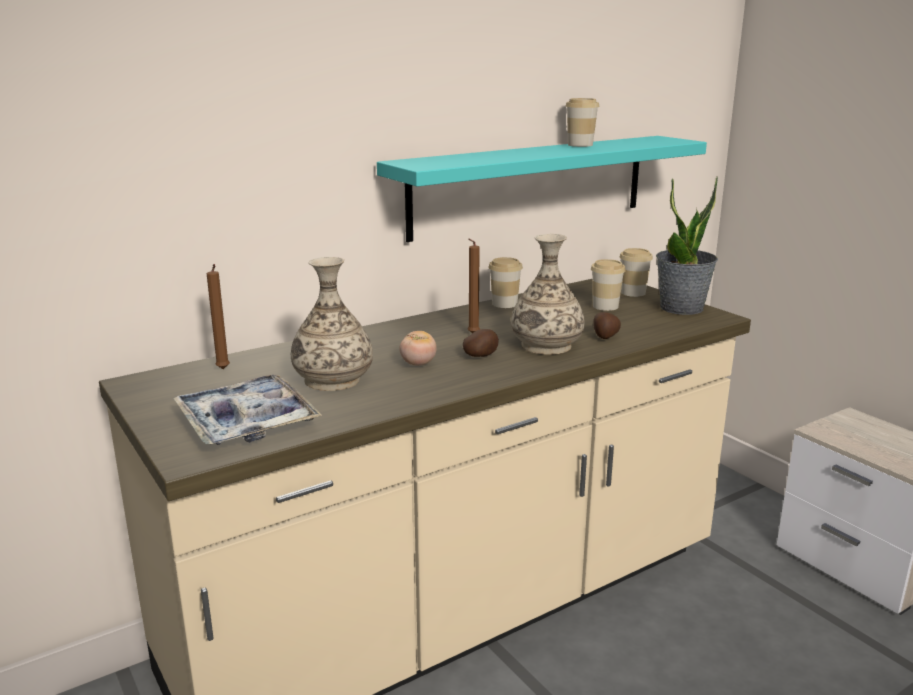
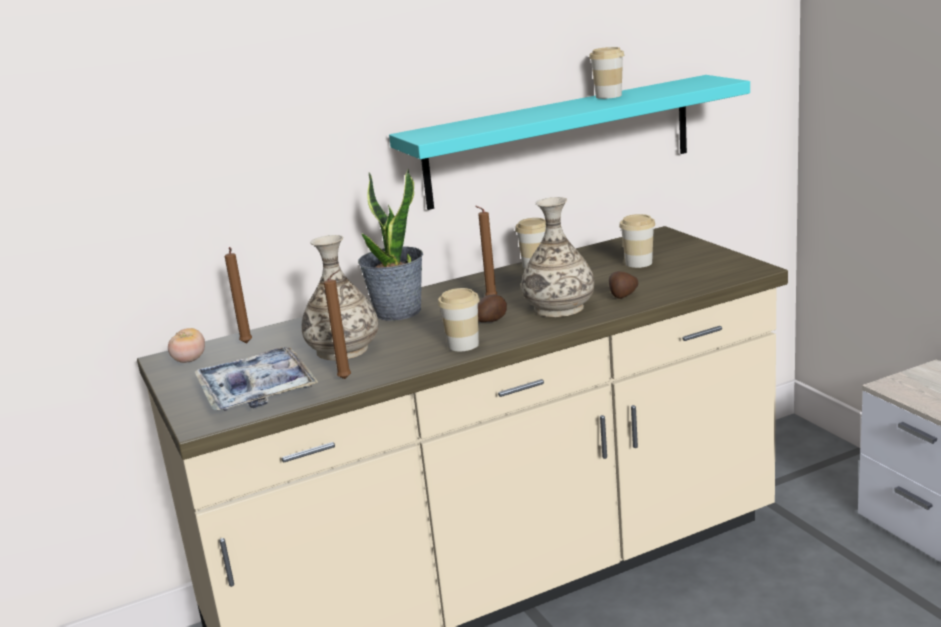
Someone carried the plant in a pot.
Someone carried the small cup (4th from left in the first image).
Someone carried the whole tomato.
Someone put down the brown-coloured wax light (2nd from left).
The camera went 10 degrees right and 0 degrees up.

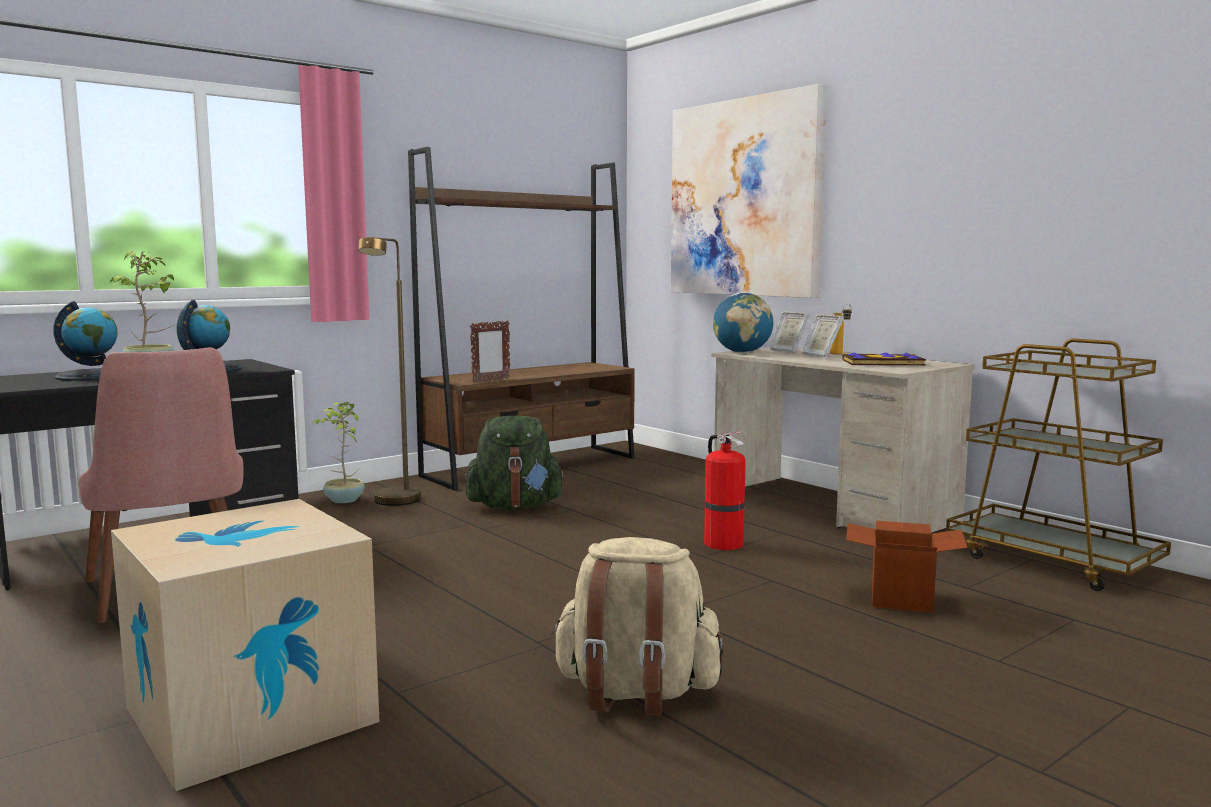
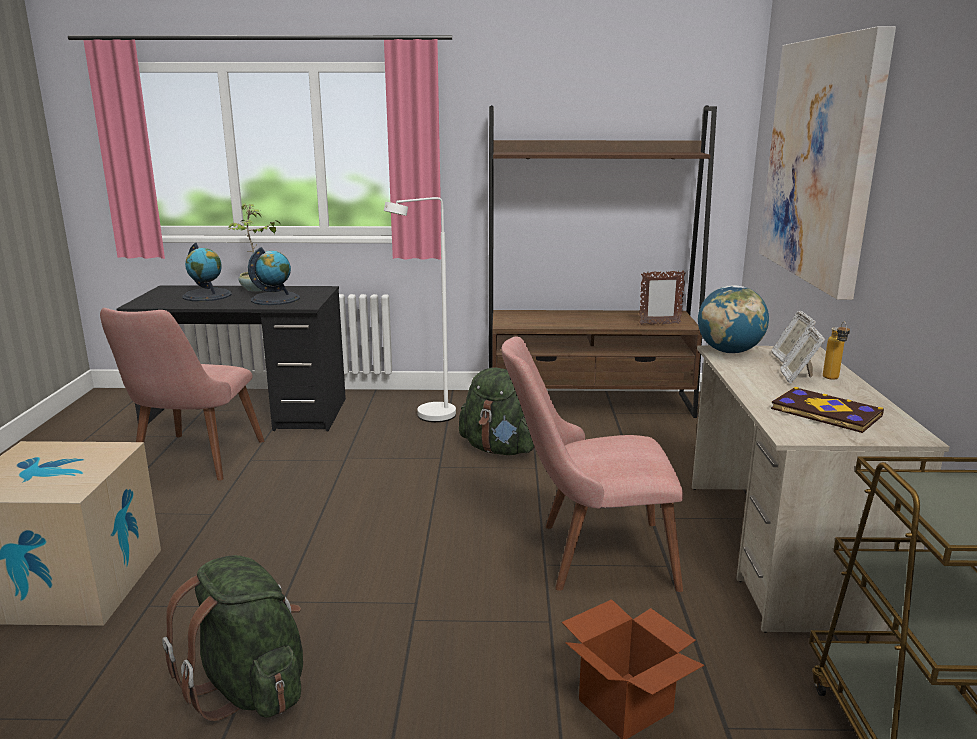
Someone repainted the brown-coloured standing lamp, which became the whitish standing lamp.
Someone carried the photo frame (1st from left).
Someone took away the plant in a pot (2nd from left).
Someone swapped the fire-fighting cylinder for the pinkish plain chair (2nd from left).
Someone repainted the beige-coloured backpack, which became the greenish backpack (1st from left).
The camera went 40 degrees right and 10 degrees up.

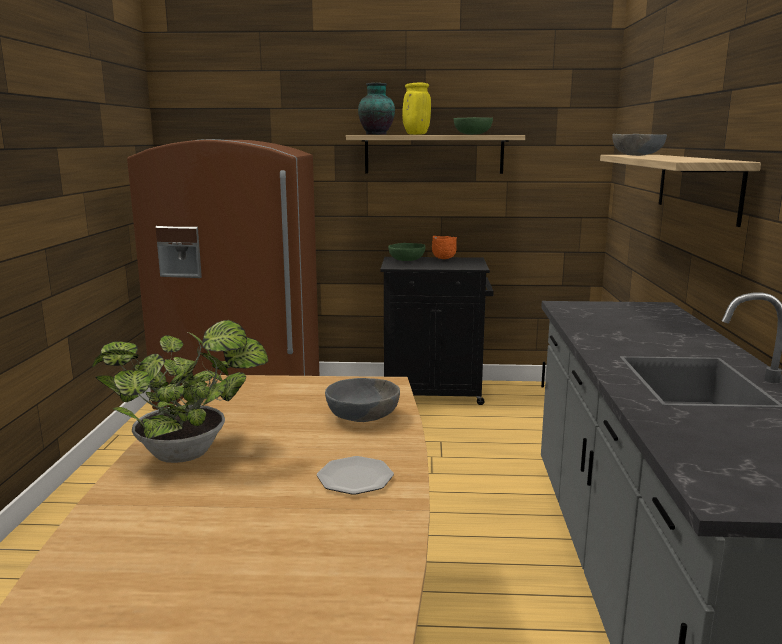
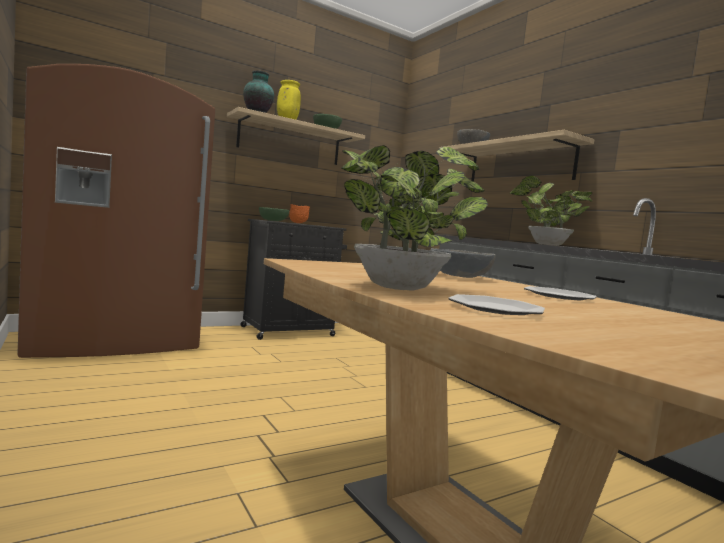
Someone put down the plant in a pot (2nd from left).
Someone put down the dinner plate (1st from left).
The camera went 35 degrees left and 10 degrees down.

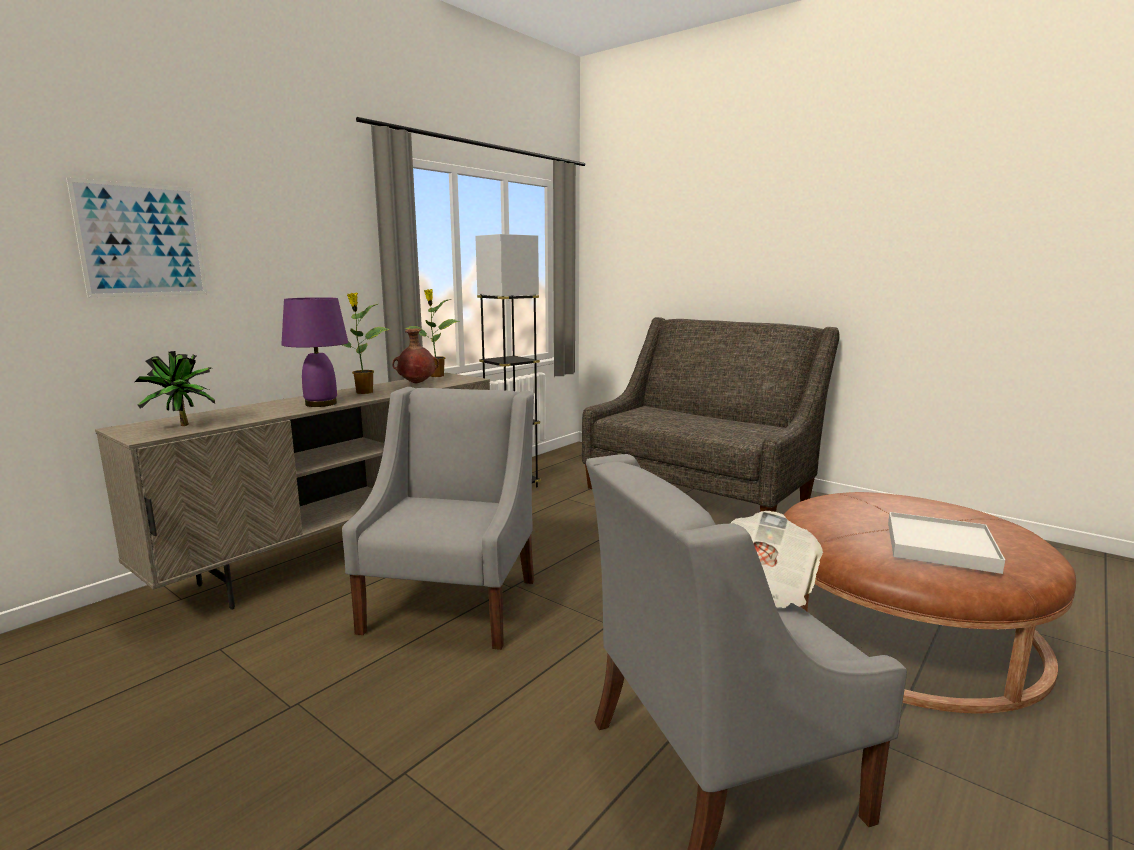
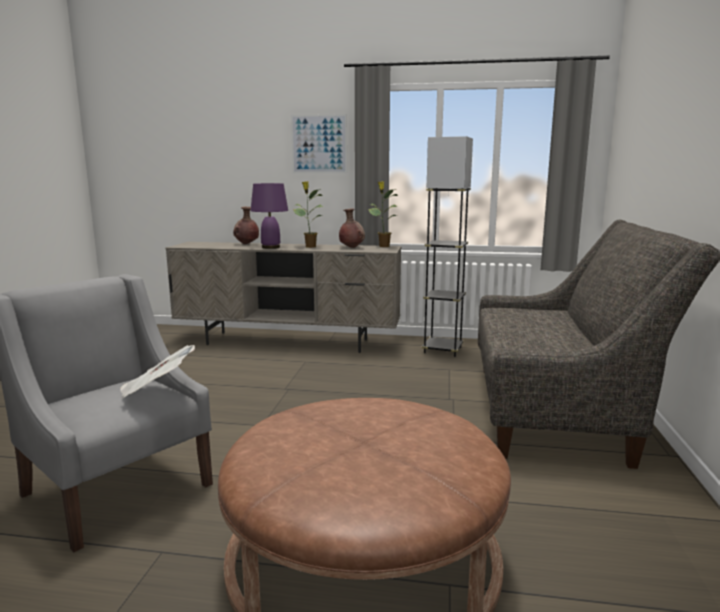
Someone carried the picture.
Someone took away the plant in a pot (1st from left).
Someone took away the gray armchair (1st from left).
Someone took away the whitish carrying tray.
Someone put down the brown-coloured flower vase (1st from left).
The camera went 60 degrees right and 0 degrees up.

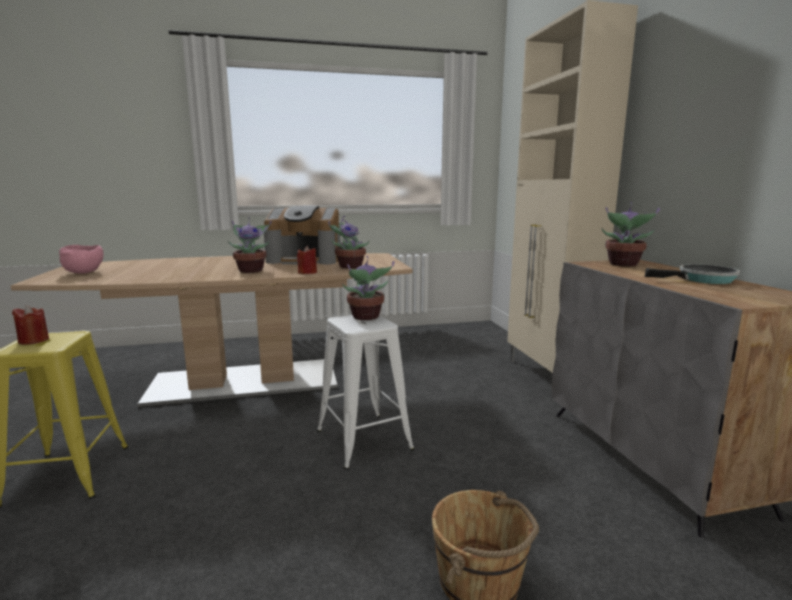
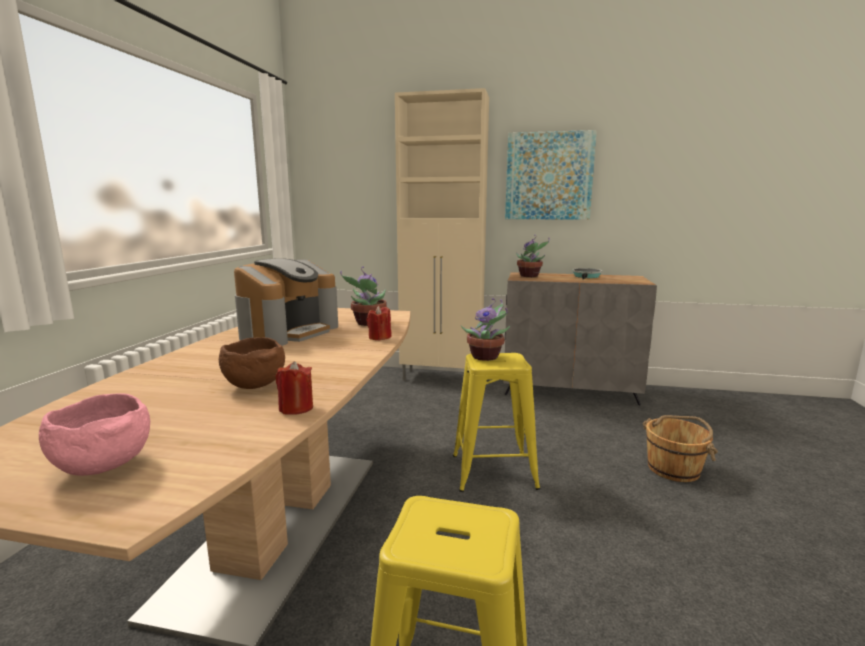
Someone took away the plant in a pot (1st from left).
Someone carried the red-coloured wax light (1st from left).
Someone repainted the whitish stool seat, which became the yellow-coloured stool seat (2nd from left).
Someone put up the picture.
Someone put down the brown-coloured deep dish.
The camera went 65 degrees left and 0 degrees up.

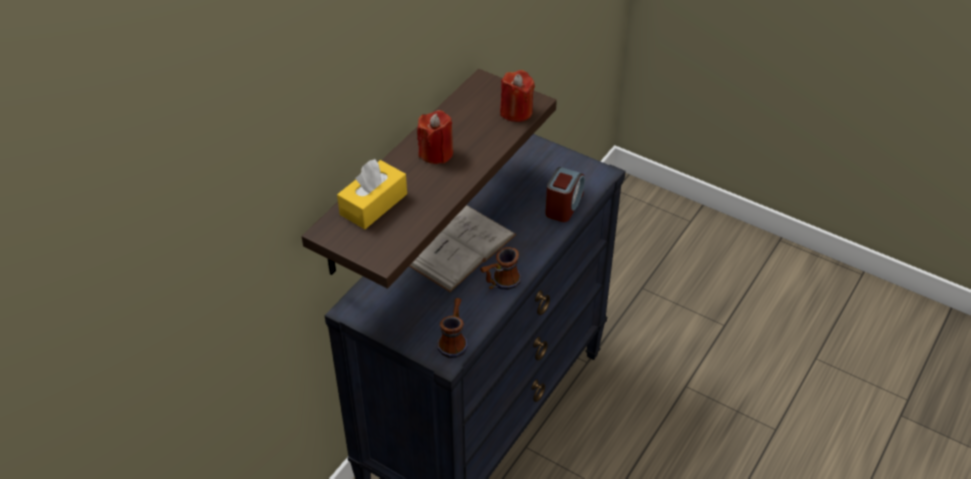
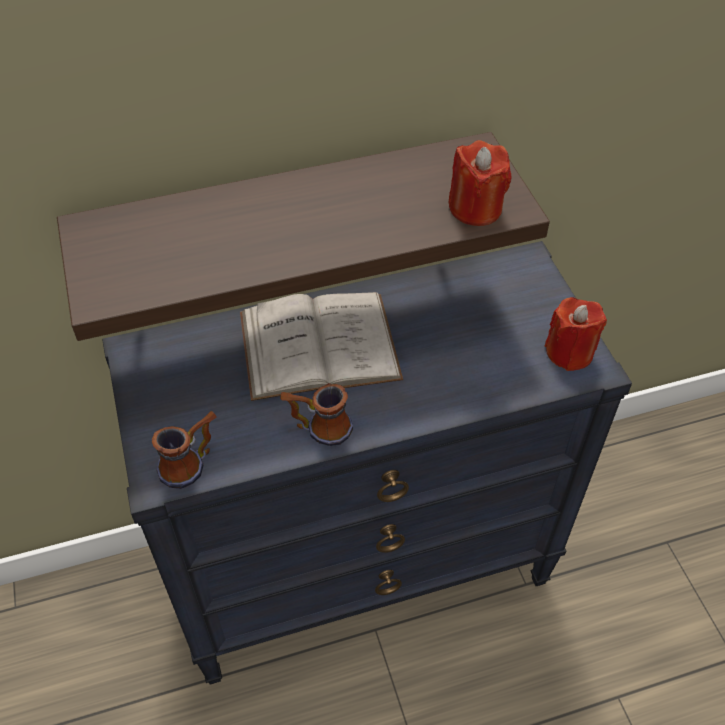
Someone carried the red-coloured wax light (1st from left in the first image).
Someone took away the yellow-coloured tissue holder.
Someone took away the alarm clock.
The camera went 40 degrees right and 5 degrees up.

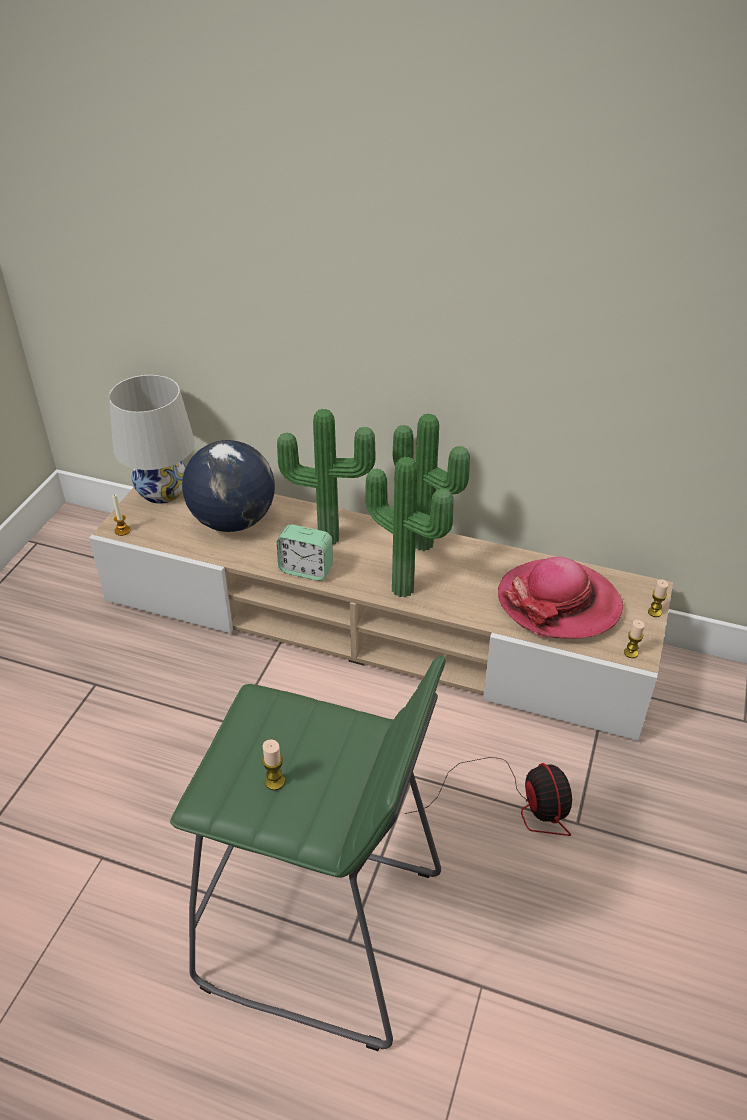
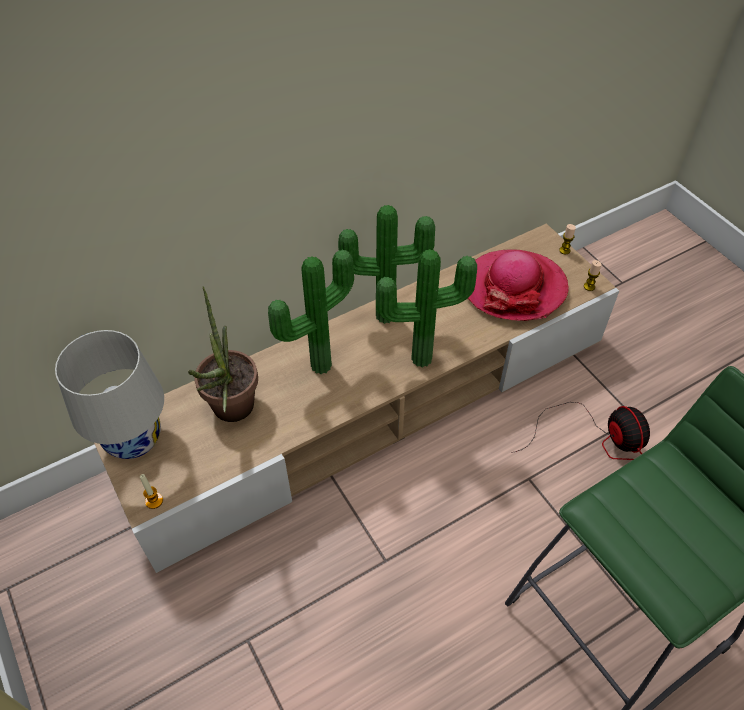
Someone swapped the world globe for the plant in a pot (1st from left).
Someone took away the alarm clock.
Someone took away the wax light (2nd from left).
Someone rotated the cooling fan by 45 degrees clockwise.
The camera went 50 degrees left and 10 degrees up.

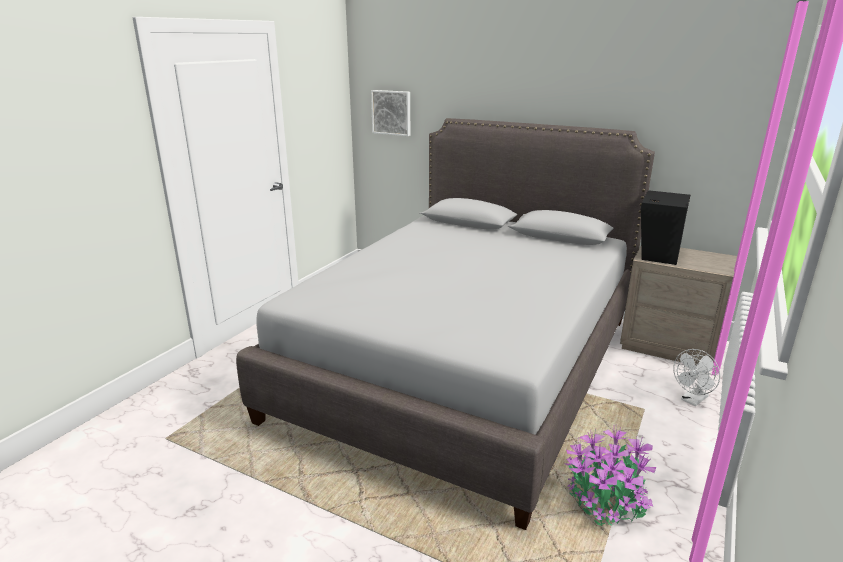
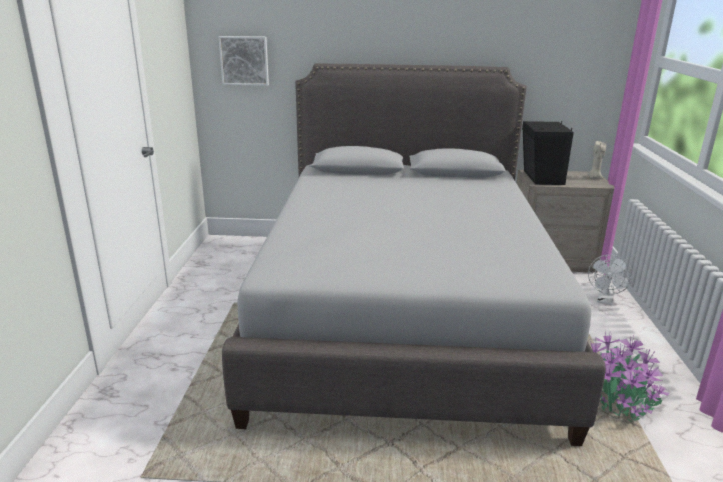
Someone put down the beige-coloured wax light.
The camera went 25 degrees left and 0 degrees up.

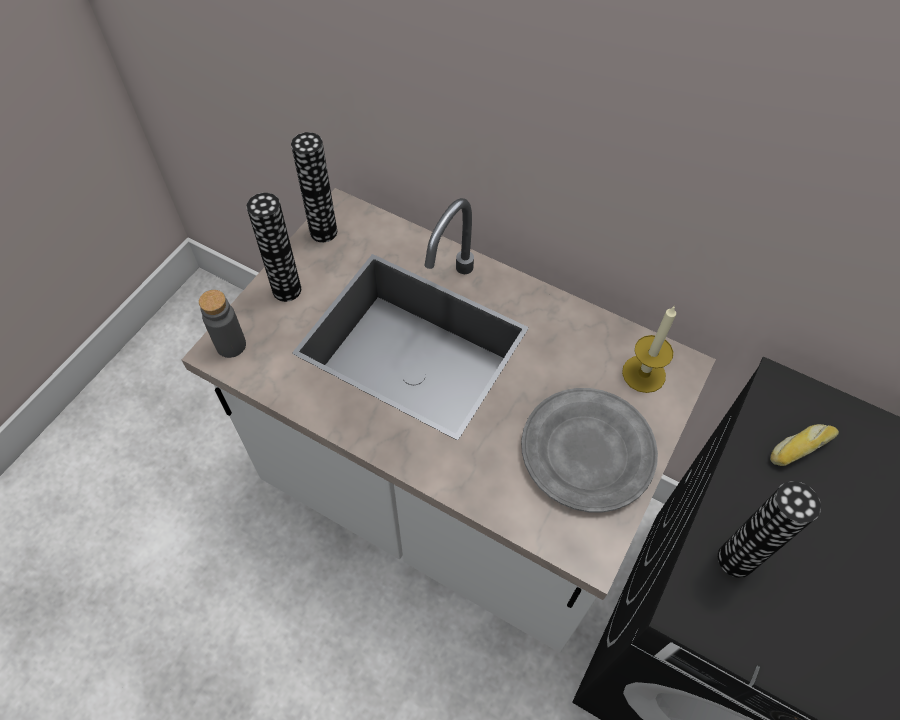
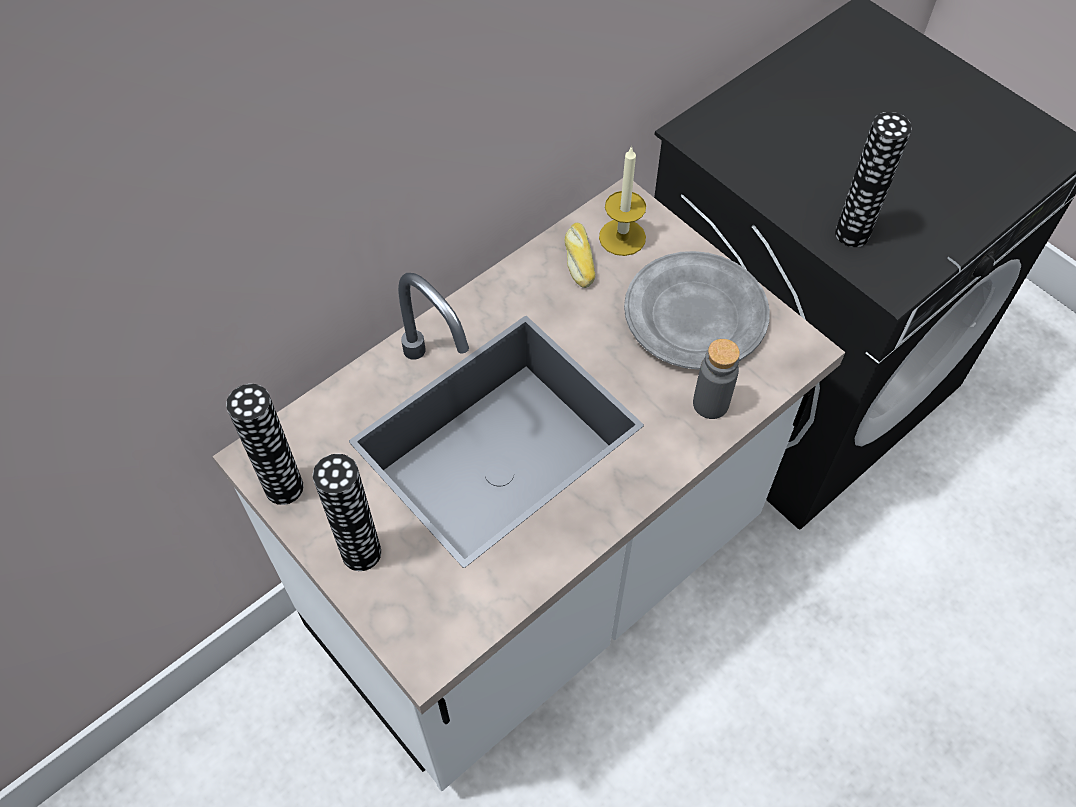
Someone carried the gray drink bottle.
Someone carried the bakery bread.
The camera went 70 degrees left and 0 degrees up.

